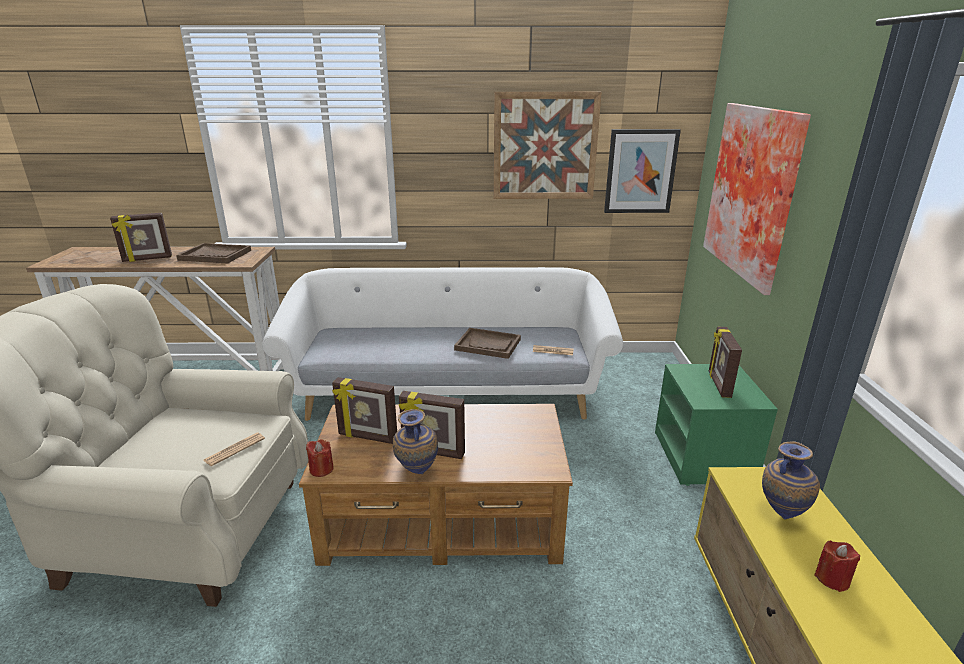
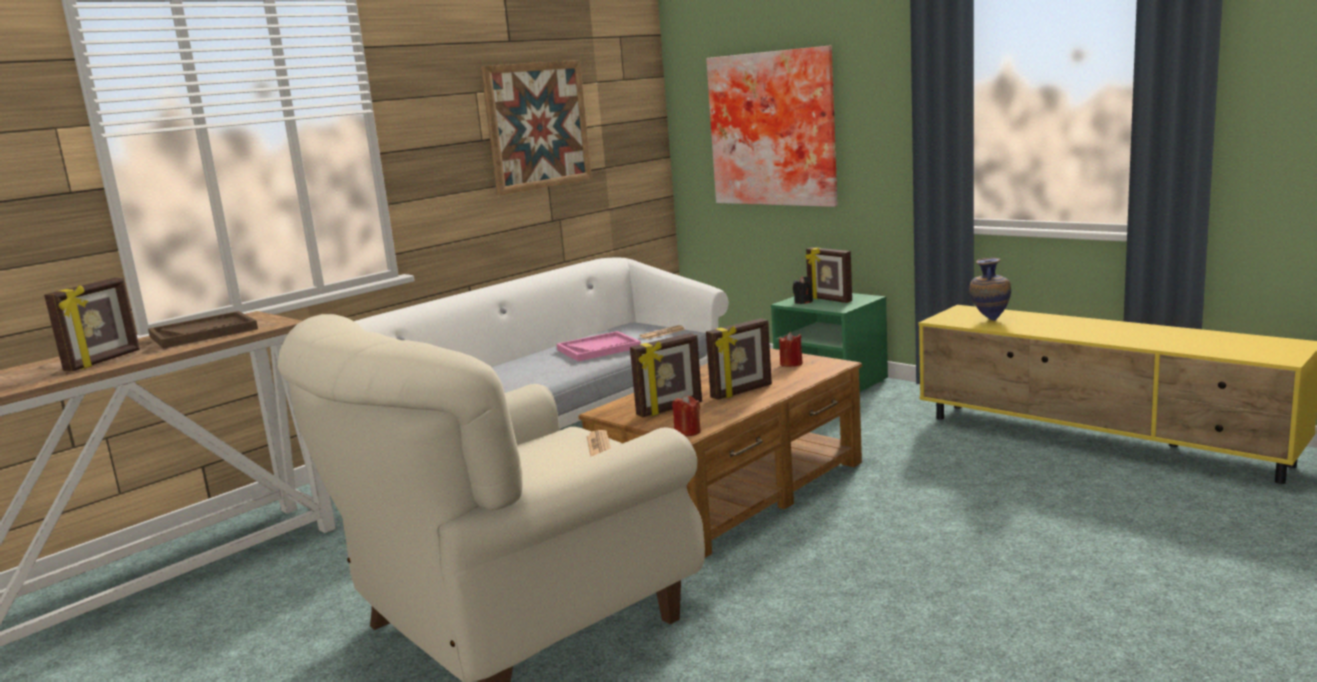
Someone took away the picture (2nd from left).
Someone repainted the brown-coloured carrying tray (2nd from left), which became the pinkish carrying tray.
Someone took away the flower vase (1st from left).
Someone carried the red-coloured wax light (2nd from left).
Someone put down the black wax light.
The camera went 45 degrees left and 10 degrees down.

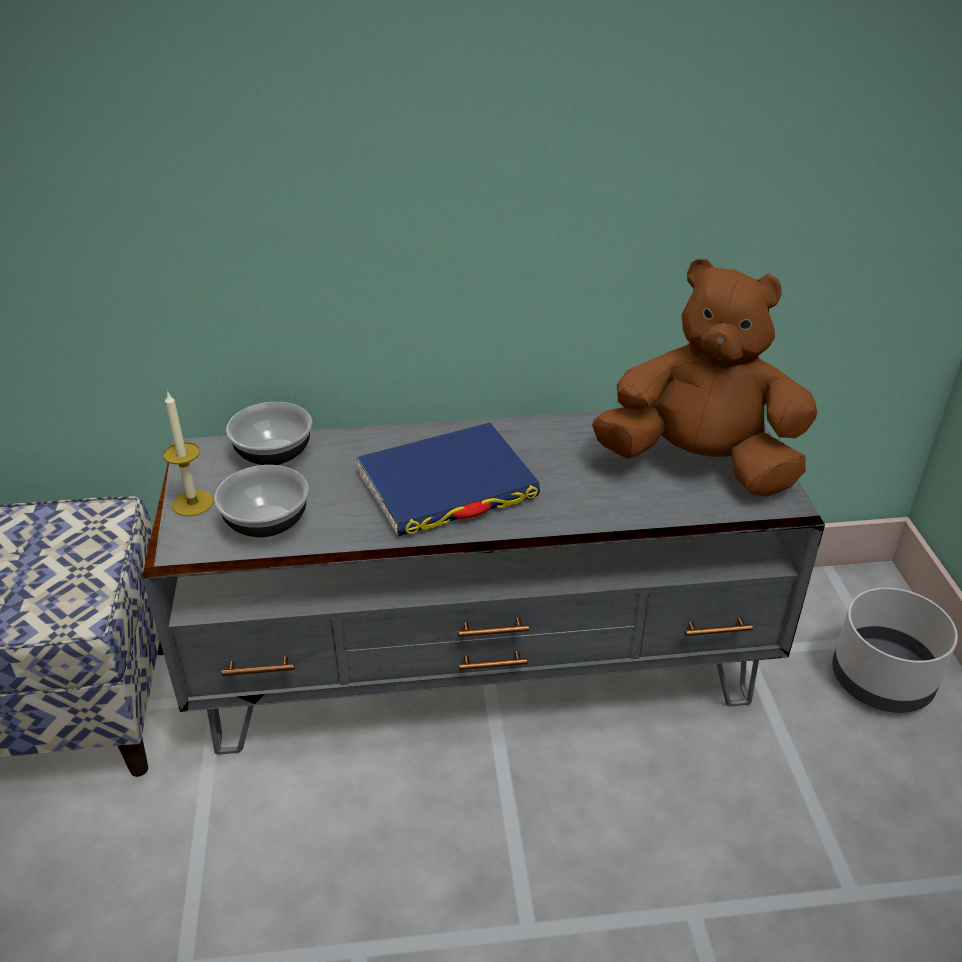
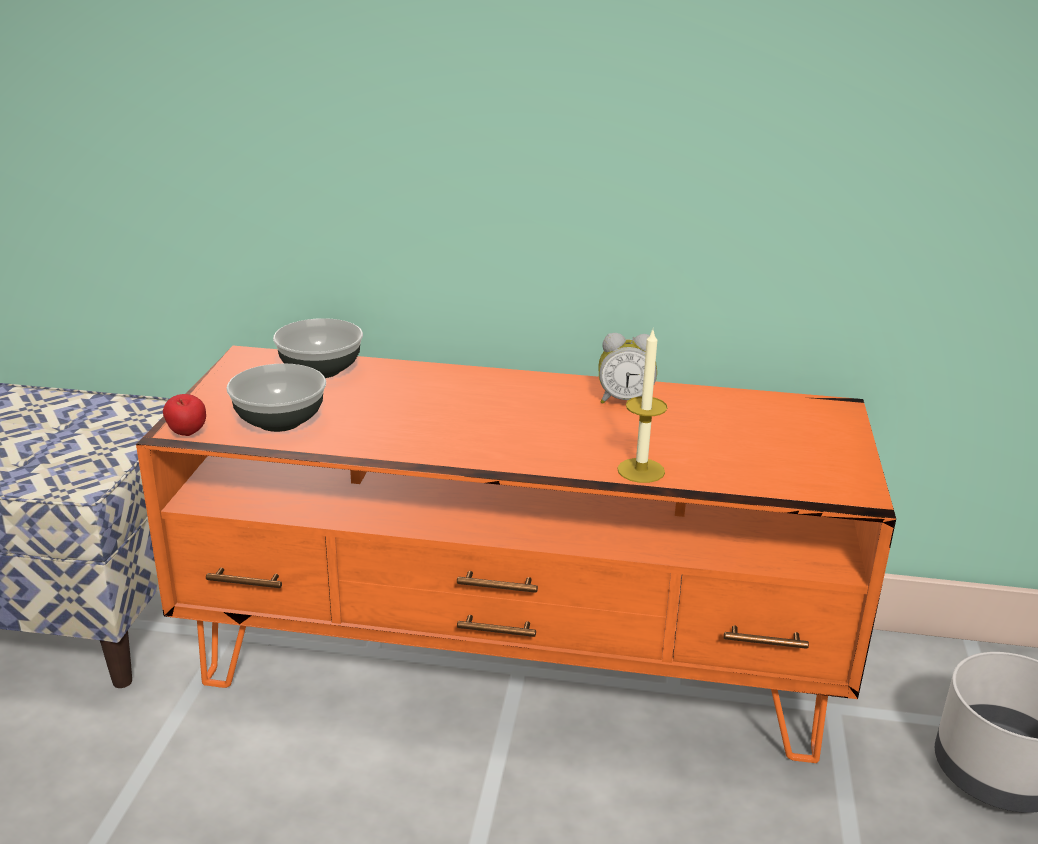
Someone took away the brown-coloured cuddly toy.
Someone carried the wax light.
Someone repainted the gray media console, which became the orangey media console.
Someone took away the blue-coloured book.
Someone put down the alarm clock.
Someone put down the apple.
The camera went 15 degrees right and 10 degrees down.

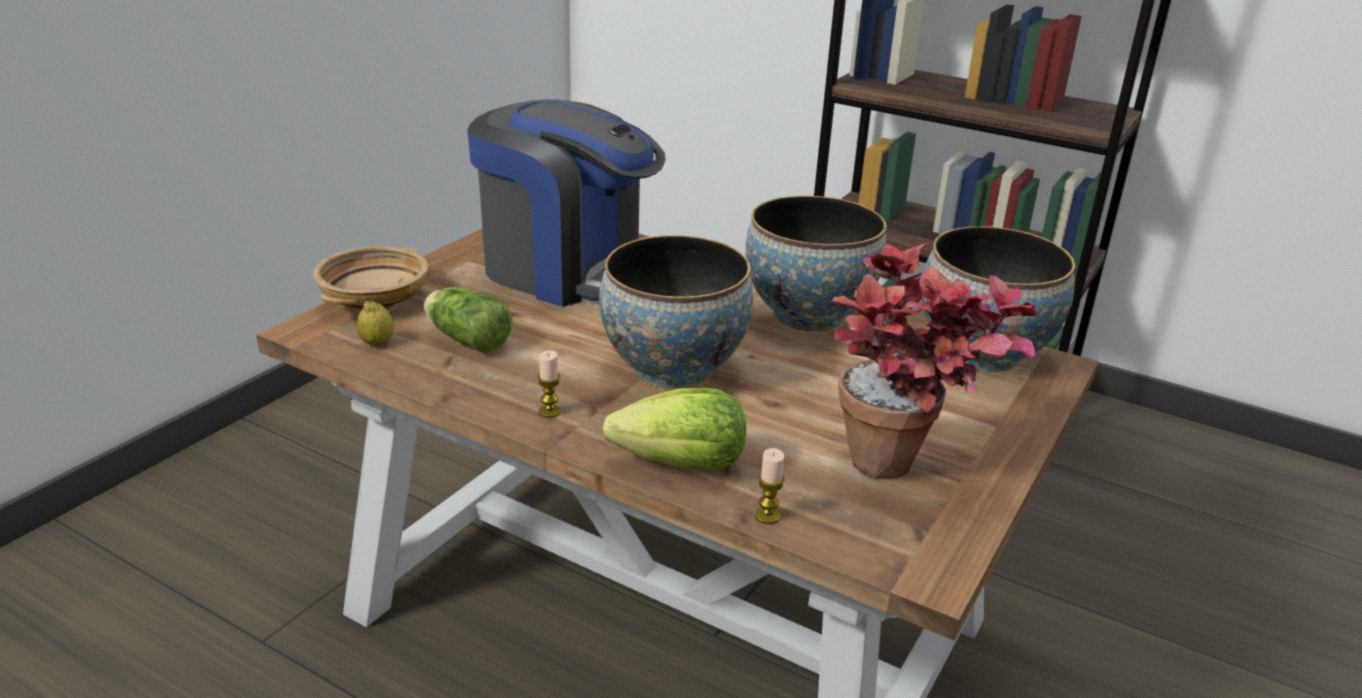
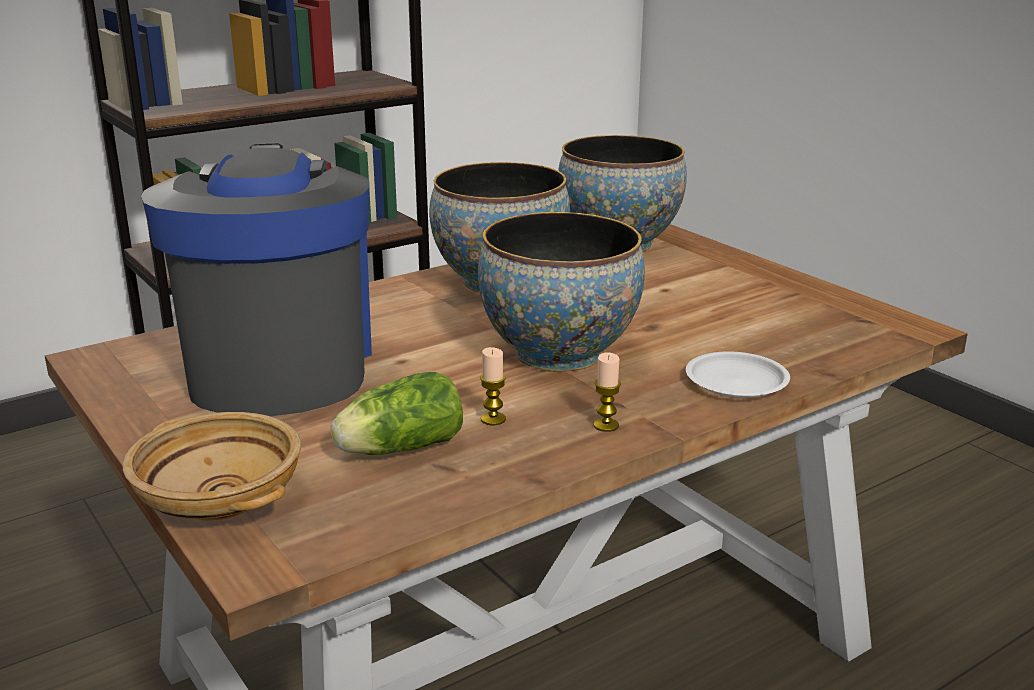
Someone rotated the coffee machine by 60 degrees counterclockwise.
Someone took away the plant in a pot.
Someone took away the citrus fruit.
Someone swapped the head of lettuce (2nd from left) for the whitish dinner plate.
Someone carried the wax light (2nd from left in the first image).
The camera went 65 degrees left and 5 degrees down.

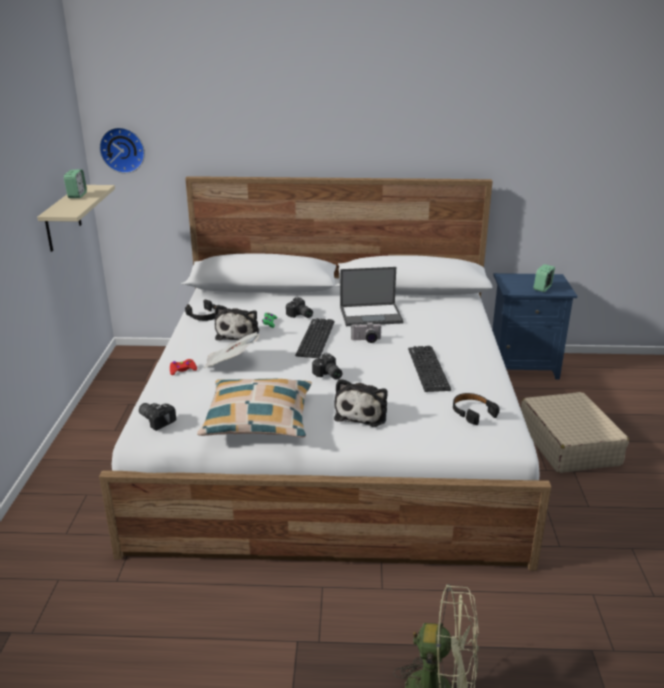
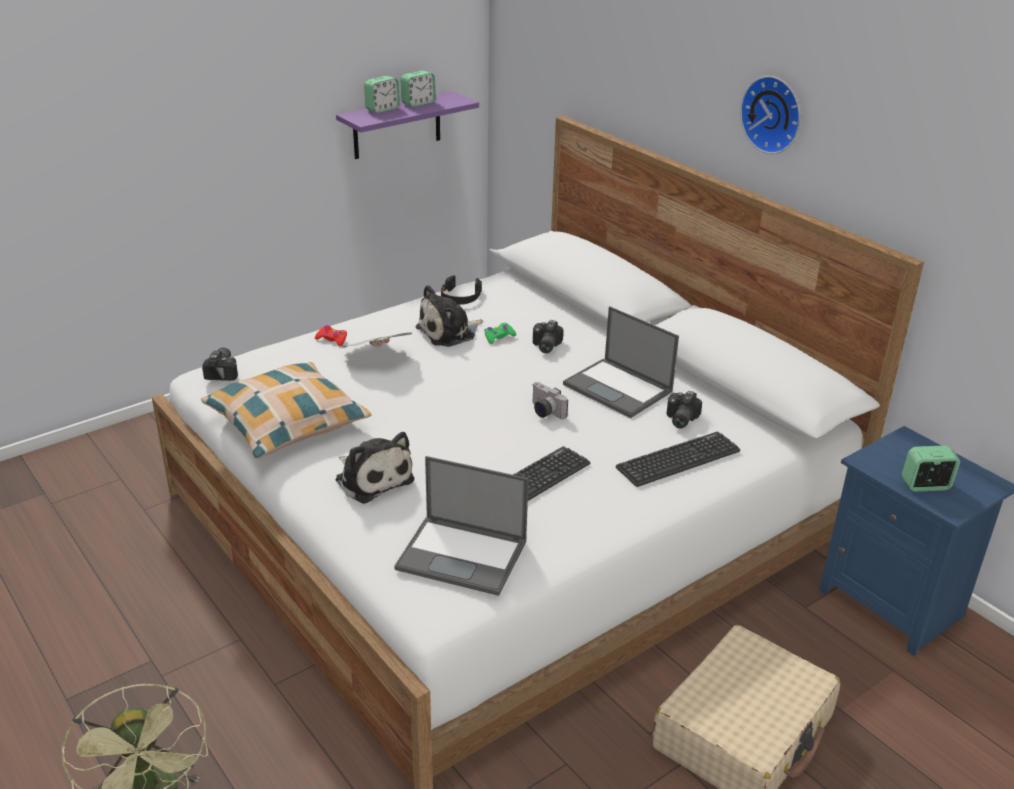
Someone carried the hanging clock.
Someone repainted the beige-coloured wall shelf, which became the purple wall shelf.
Someone carried the computer keyboard (1st from left in the first image).
Someone carried the still camera (3rd from left in the first image).
Someone rotated the cuddly toy (2nd from left in the first image) by 105 degrees counterclockwise.
Someone swapped the black pair of headphones (2nd from left) for the laptop (1st from left).
Someone put down the alarm clock (1st from left).
The camera went 50 degrees right and 5 degrees up.

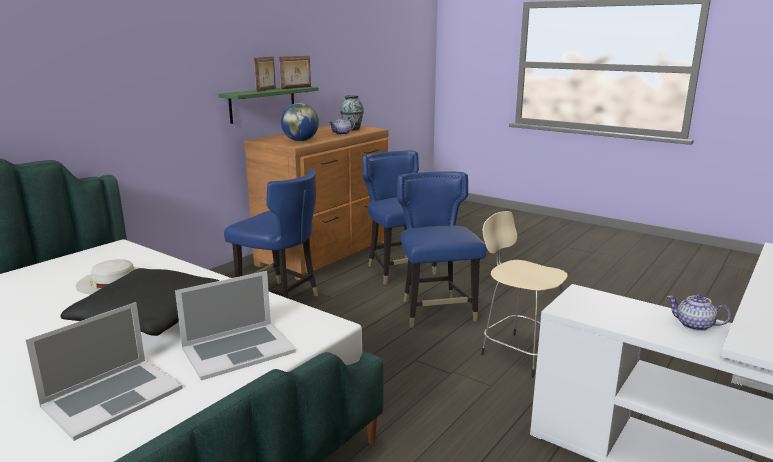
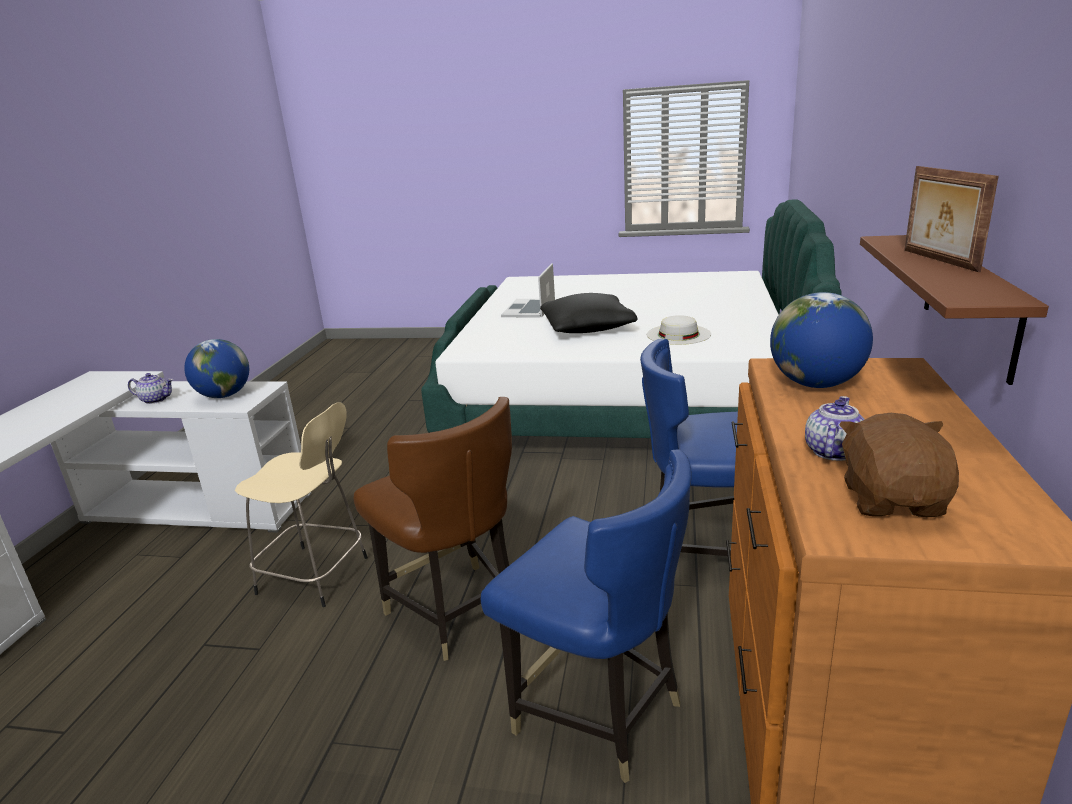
Someone took away the photo frame (2nd from left).
Someone repainted the greenish wall shelf, which became the brown-coloured wall shelf.
Someone swapped the flower vase for the brown-coloured cuddly toy.
Someone repainted the blue-coloured plain chair (3rd from left), which became the brown-coloured plain chair.
Someone took away the laptop (2nd from left).
Someone put down the world globe (1st from left).
The camera went 155 degrees right and 5 degrees up.

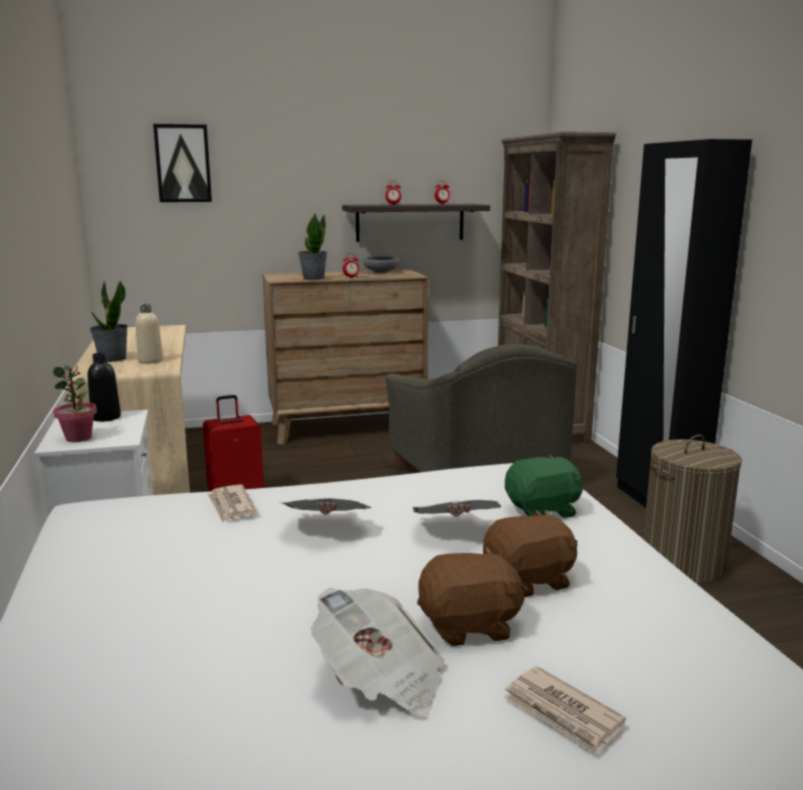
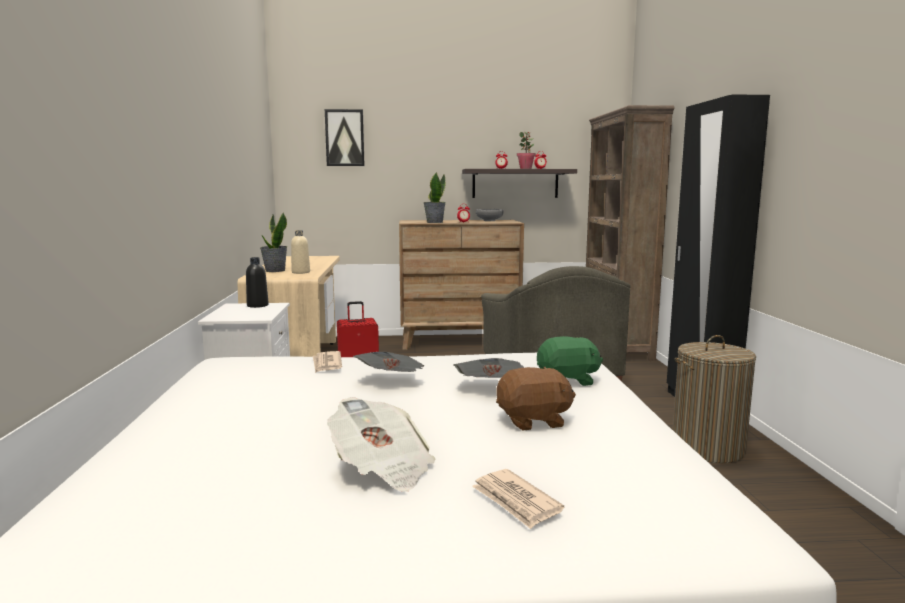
Someone carried the plant in a pot (1st from left in the first image).
Someone took away the brown-coloured cuddly toy (1st from left).
The camera went 10 degrees right and 5 degrees down.

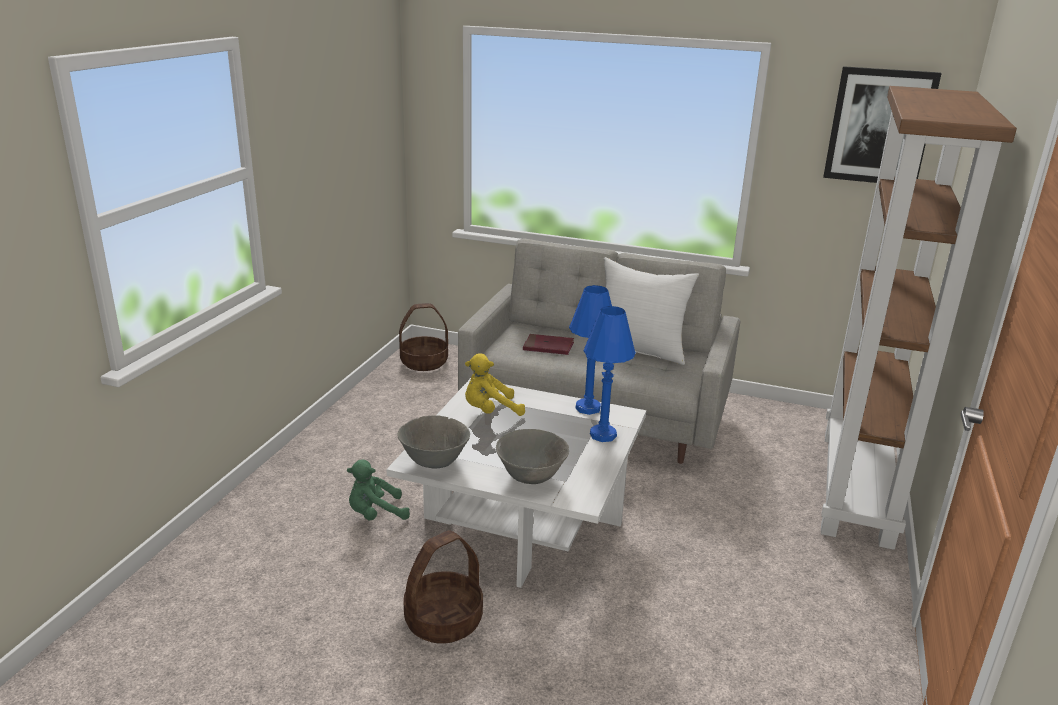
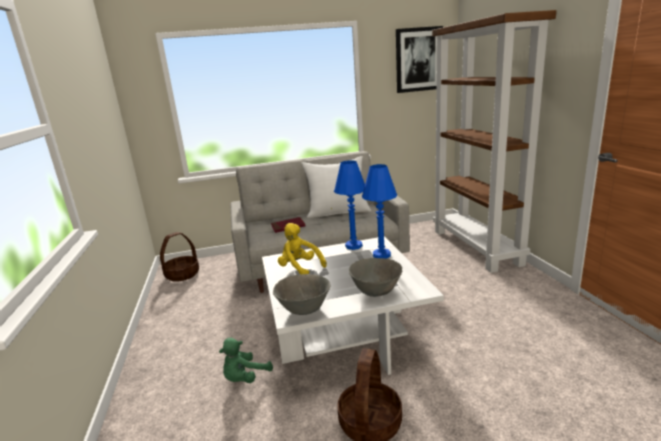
Someone rotated the yellow-coloured cuddly toy by 90 degrees clockwise.
The camera went 30 degrees left and 5 degrees down.

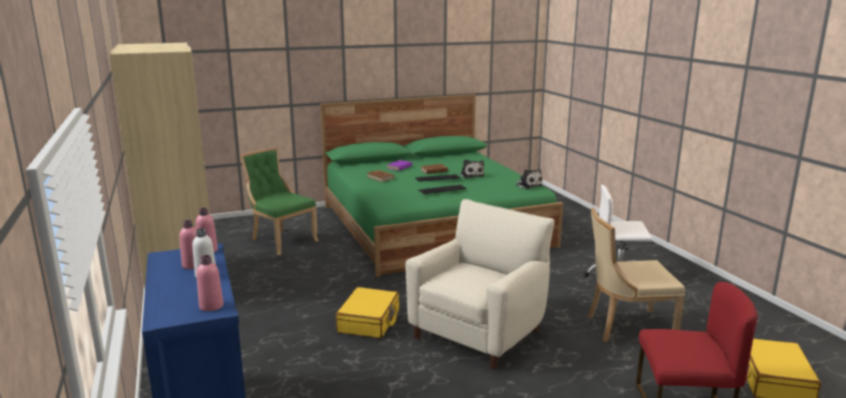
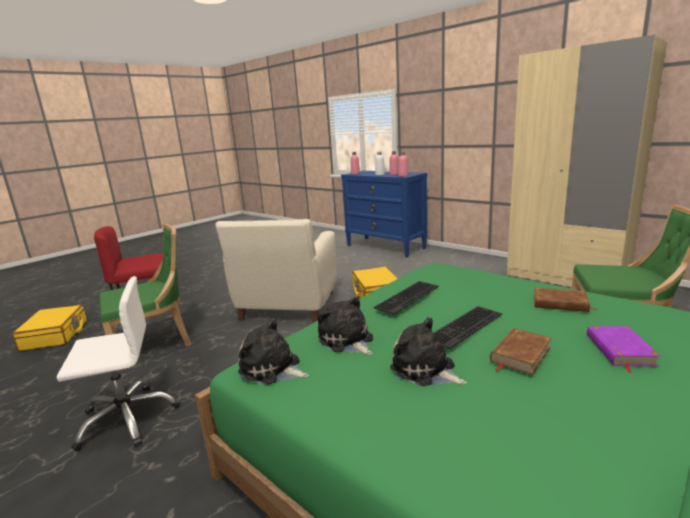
Someone repainted the beige-coloured plain chair, which became the greenish plain chair (1st from left).
Someone put down the cuddly toy (2nd from left).
The camera went 155 degrees right and 0 degrees up.

